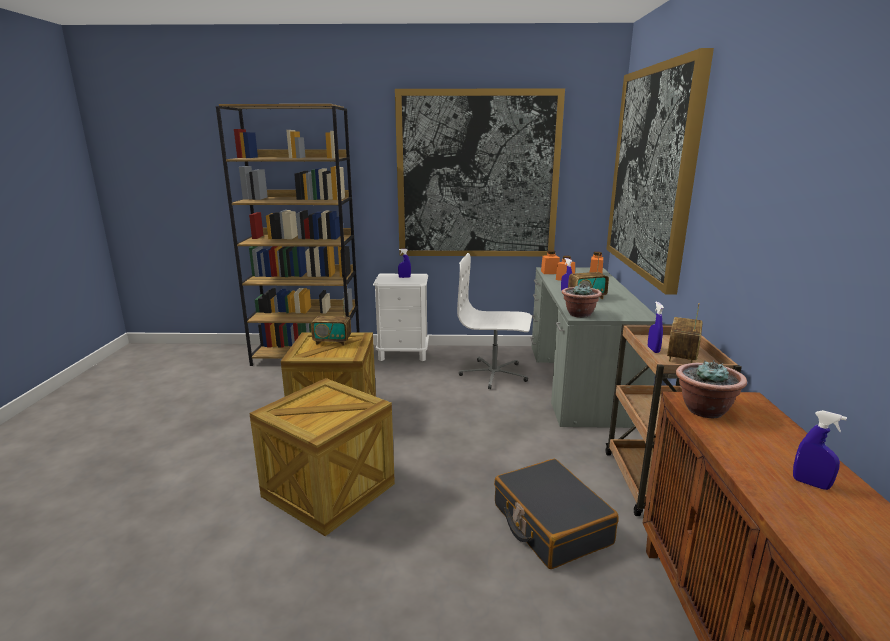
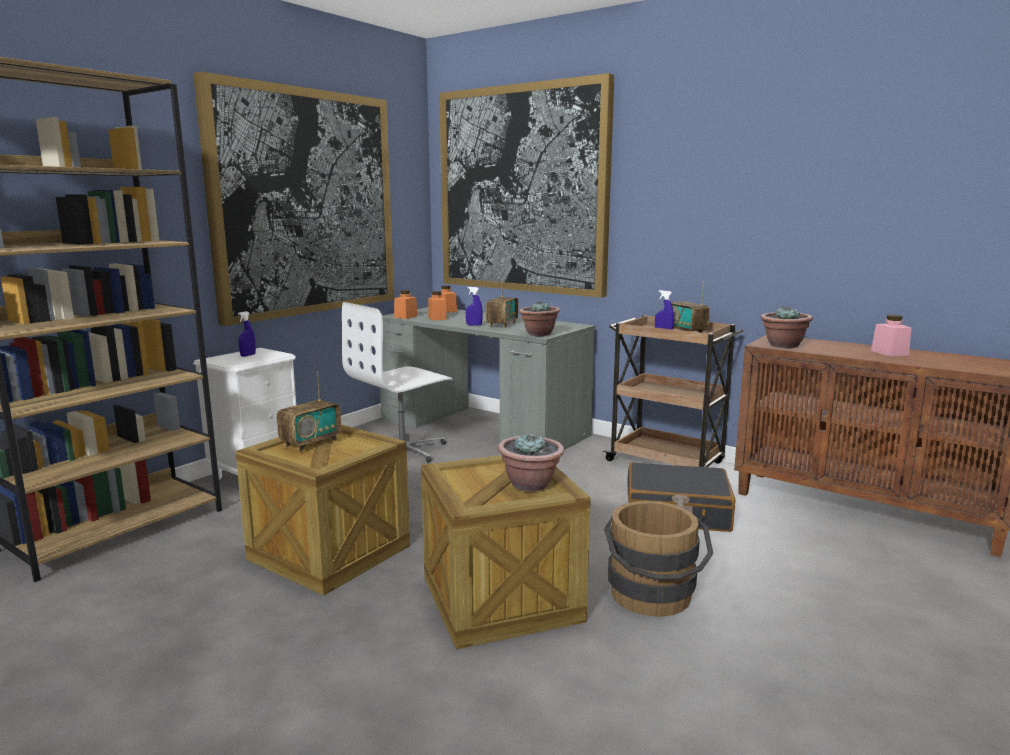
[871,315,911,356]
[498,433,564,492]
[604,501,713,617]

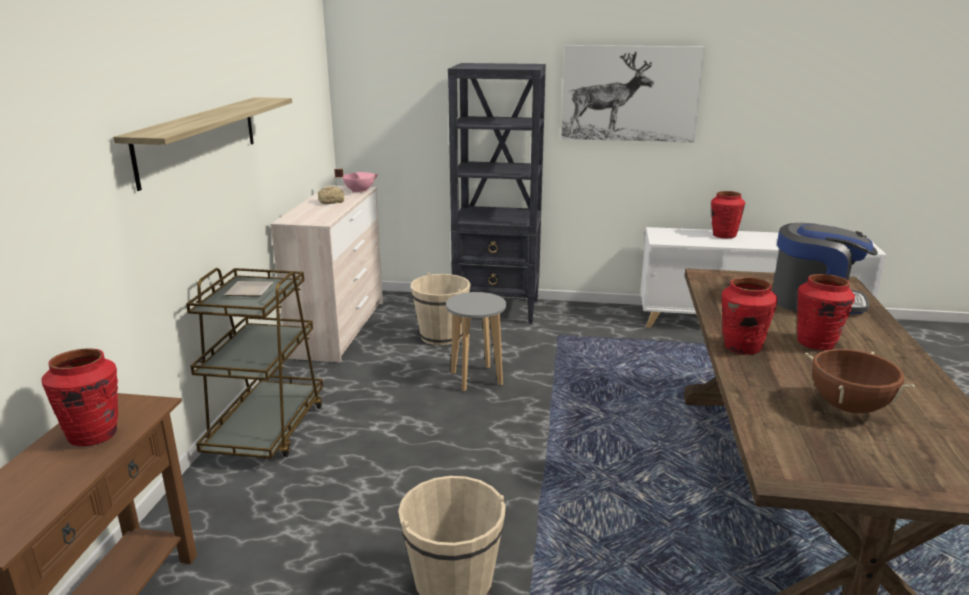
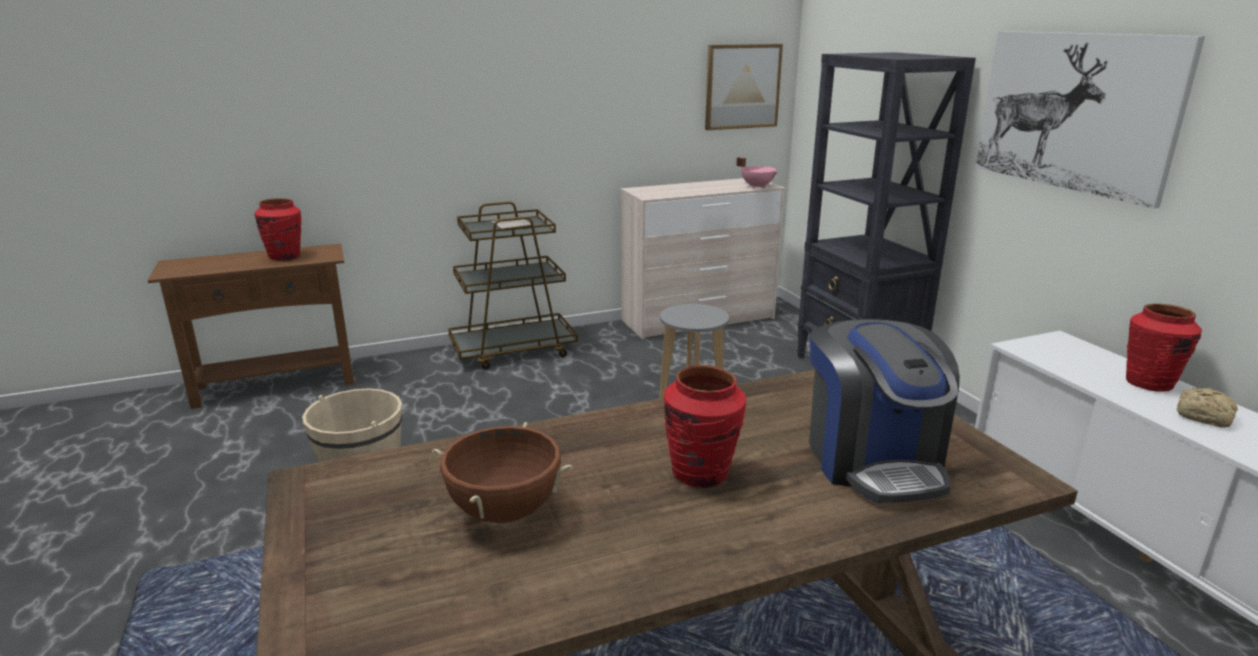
[113,97,292,191] (first image)
[1177,387,1238,428]
[411,272,470,345] (first image)
[721,277,778,354] (first image)
[705,44,783,130]

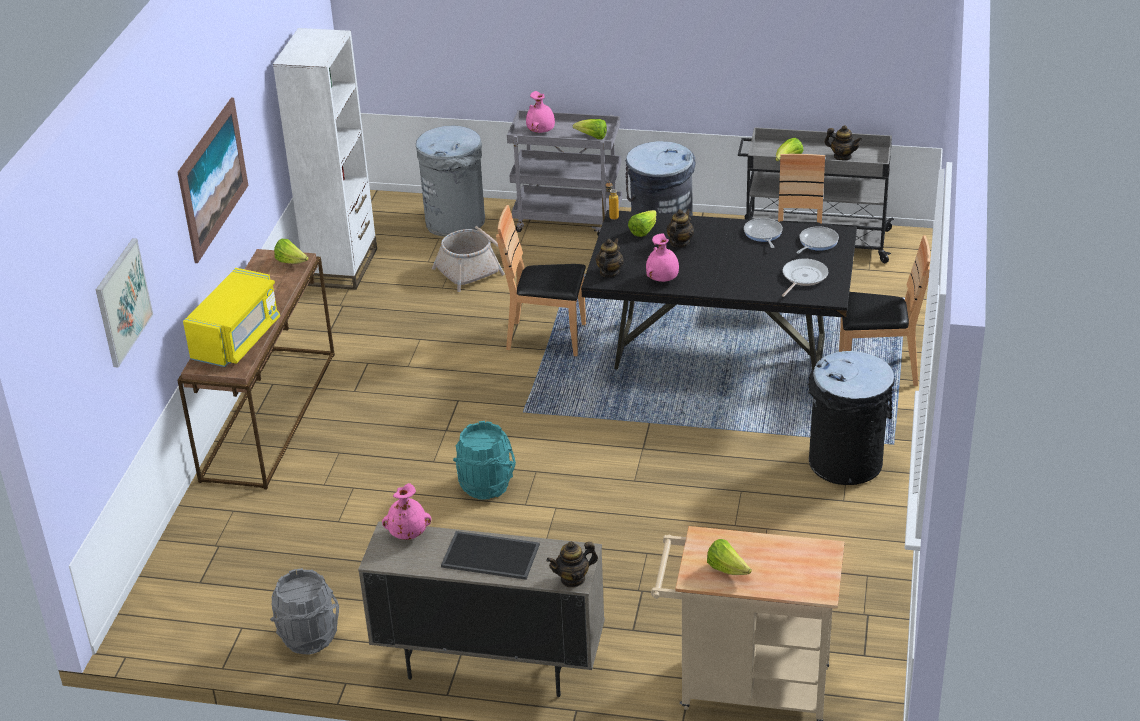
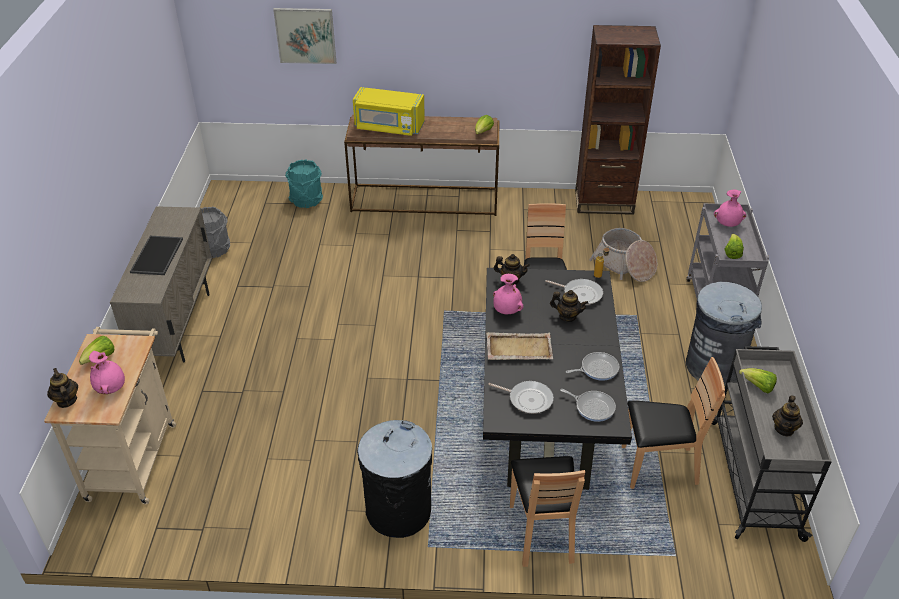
[177,98,248,263] (first image)
[575,25,661,215]
[89,351,125,394]
[416,125,485,237] (first image)
[285,159,323,208]
[47,368,78,408]
[545,279,603,305]
[487,332,553,360]

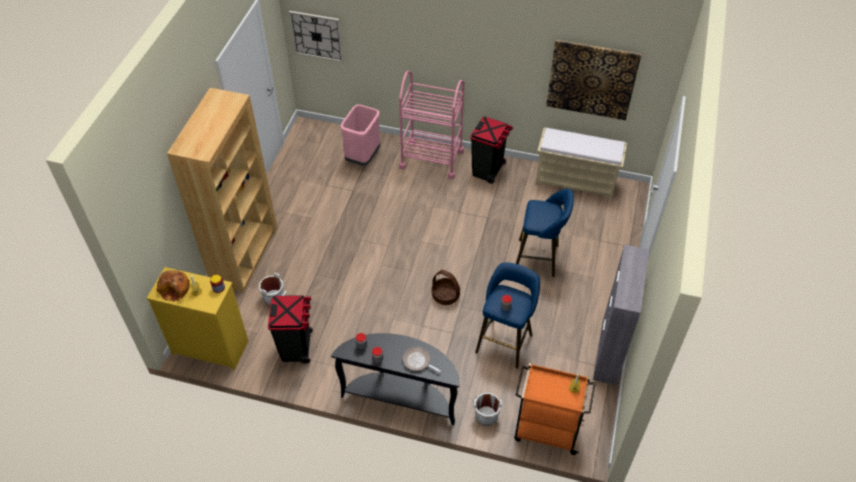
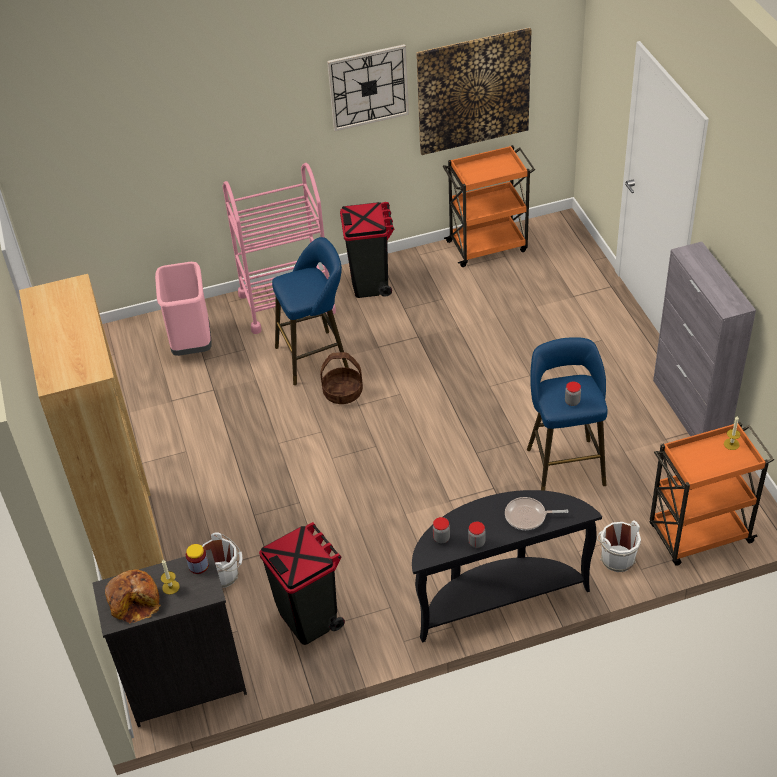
[92,549,247,727]
[327,44,409,131]
[320,352,363,404]
[272,237,349,385]
[443,145,535,267]

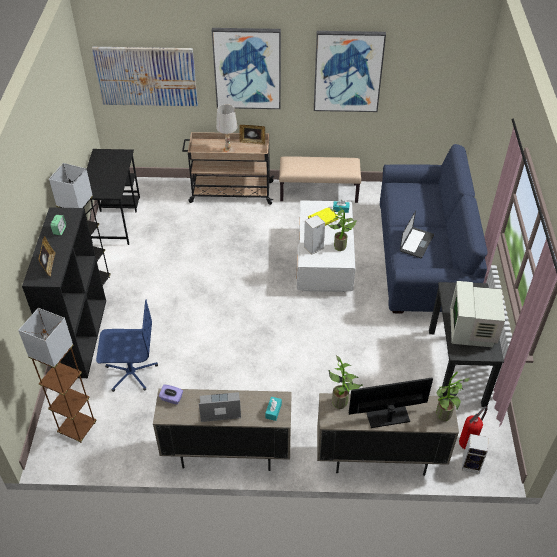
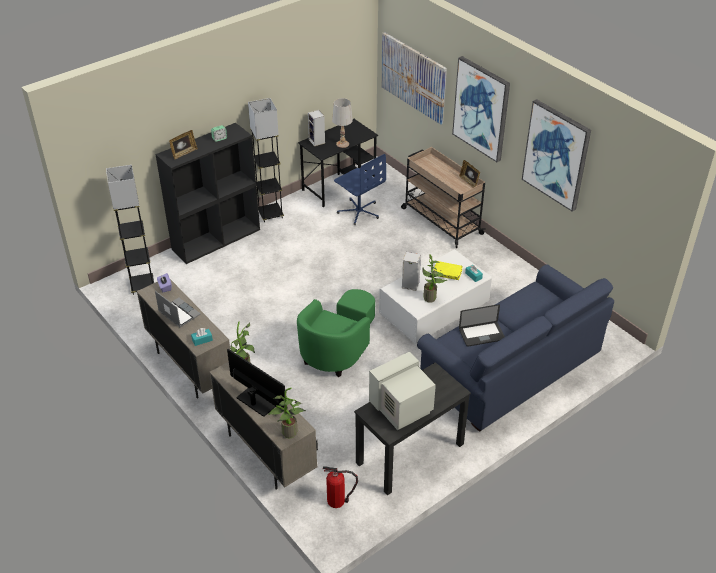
[106,165,154,295]
[334,154,386,225]
[332,98,353,148]
[279,157,361,203] (first image)
[308,110,325,146]
[297,289,375,377]

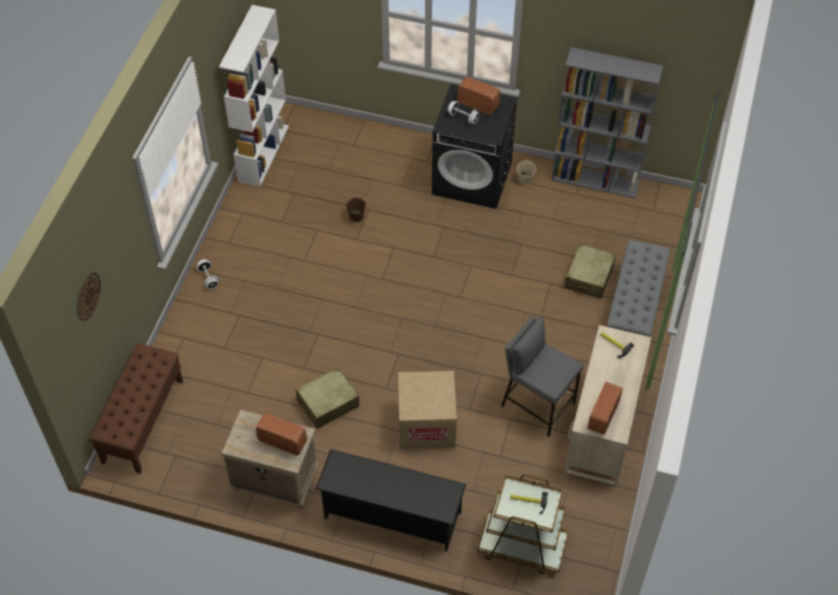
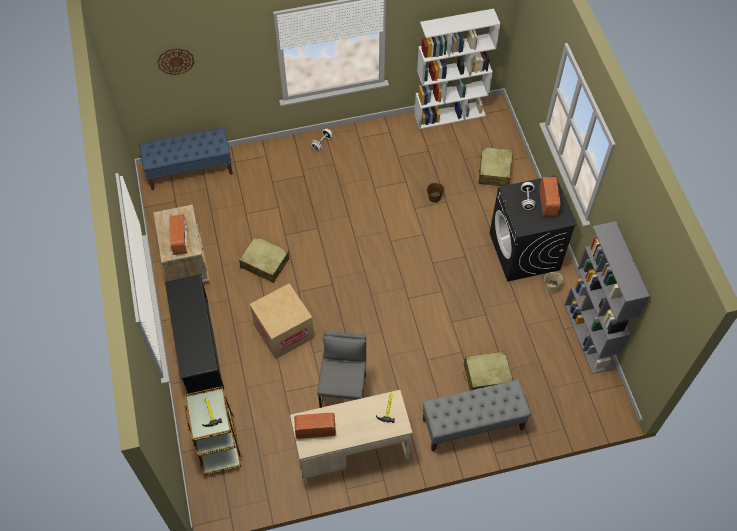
[139,127,233,190]
[479,147,512,186]

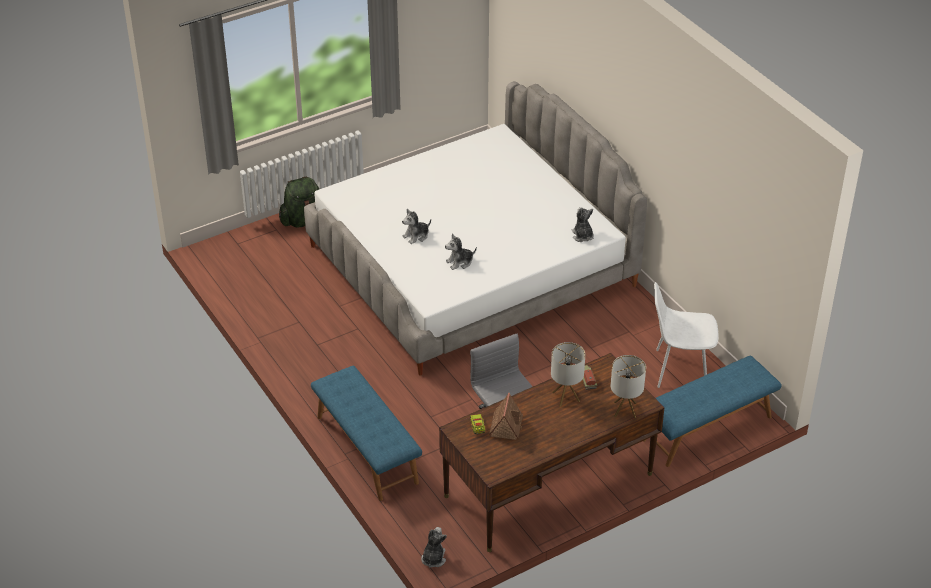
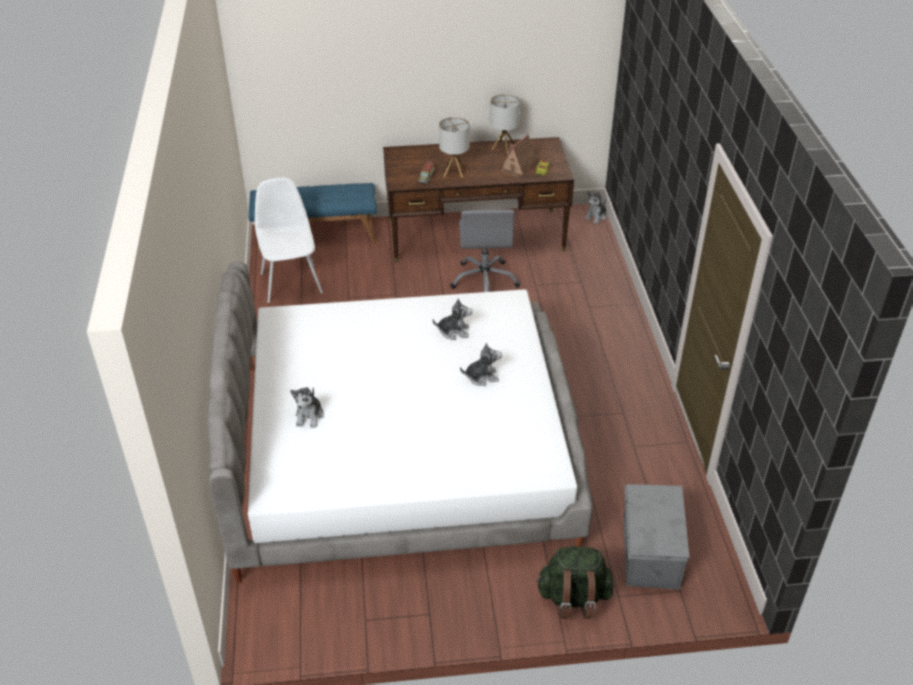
[311,366,422,501] (first image)
[290,387,324,428]
[490,94,520,153]
[255,177,323,303]
[623,484,689,590]

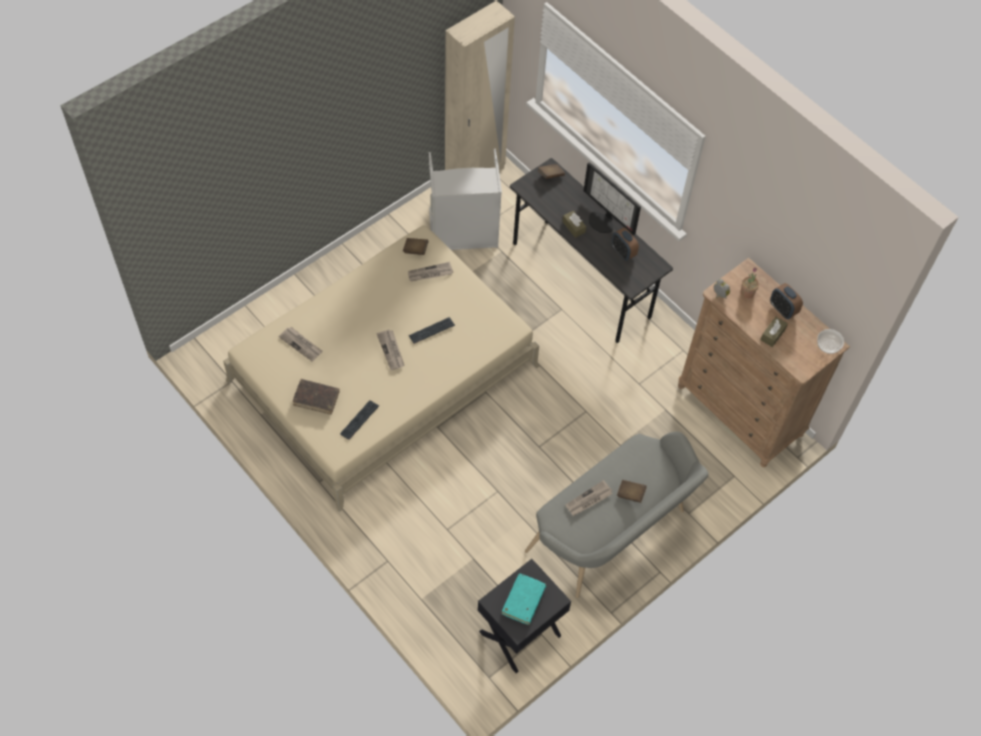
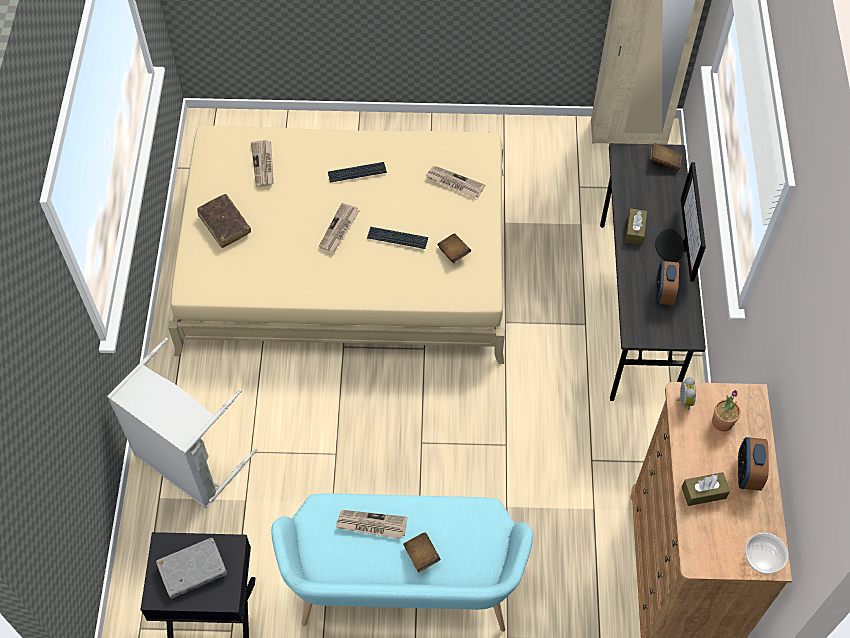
[328,162,387,182]
[437,233,471,263]
[107,338,257,508]
[156,538,227,599]
[271,493,533,632]

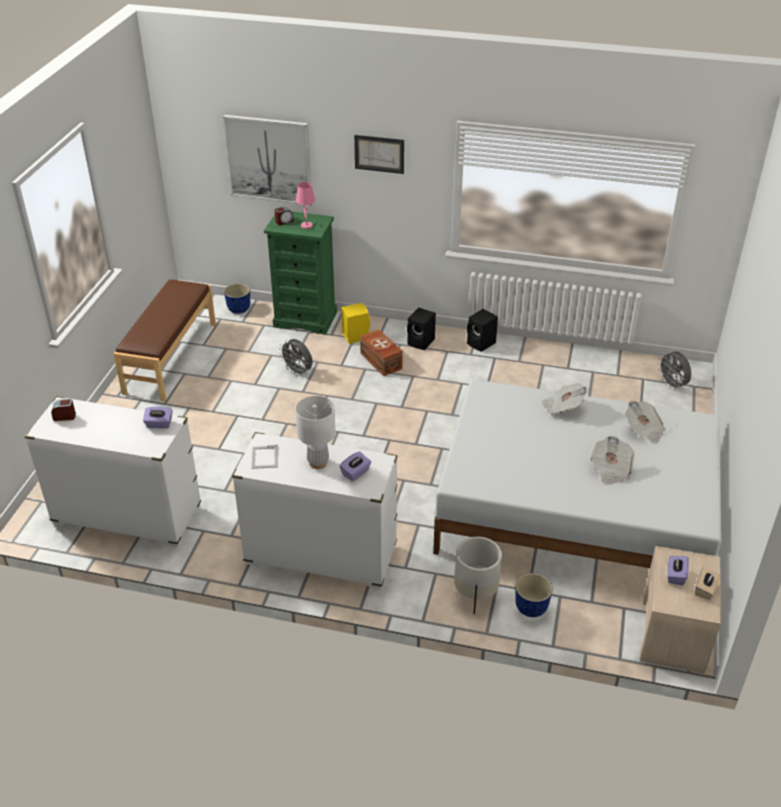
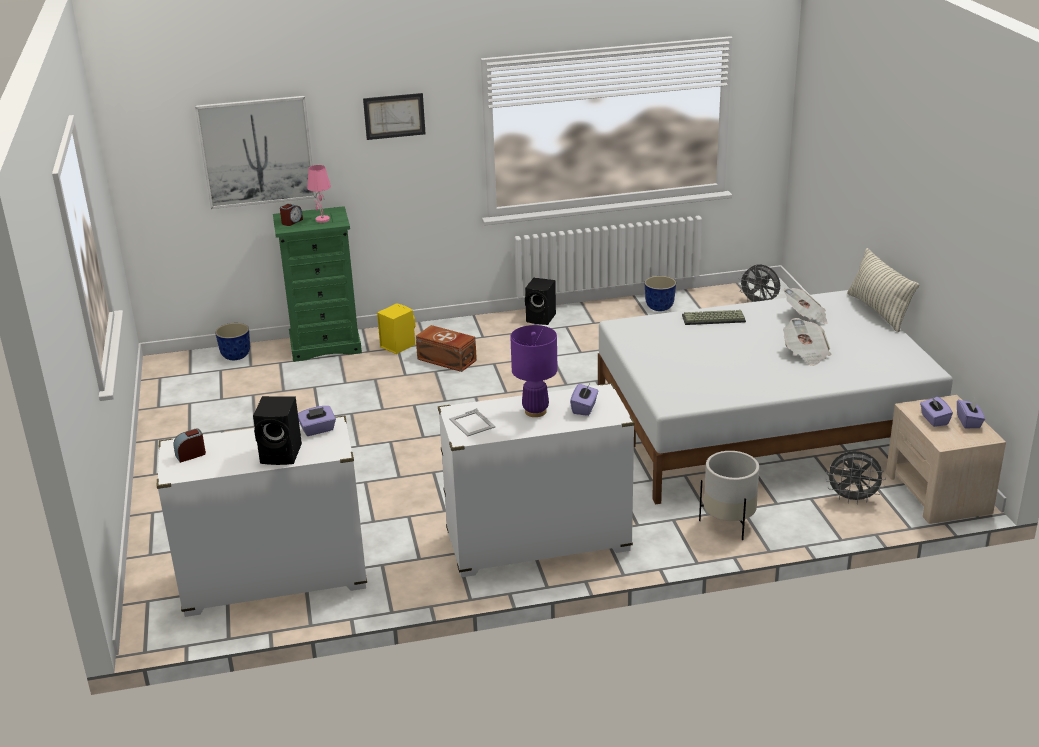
[113,279,216,402] (first image)
[825,451,886,504]
[510,325,558,417]
[253,396,302,465]
[644,276,676,311]
[682,310,746,325]
[957,397,985,428]
[847,248,919,332]

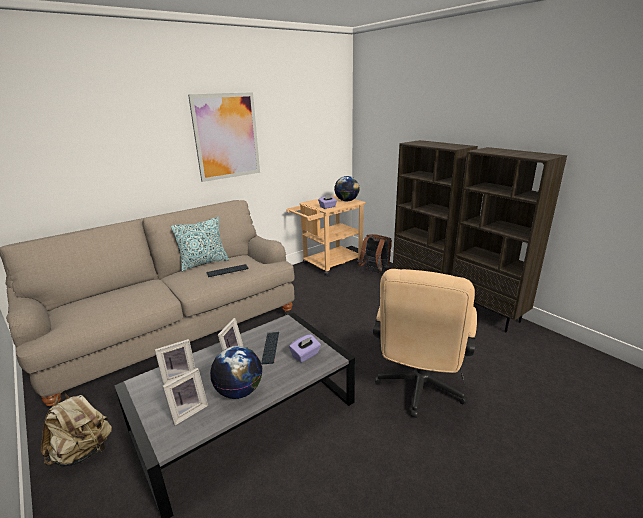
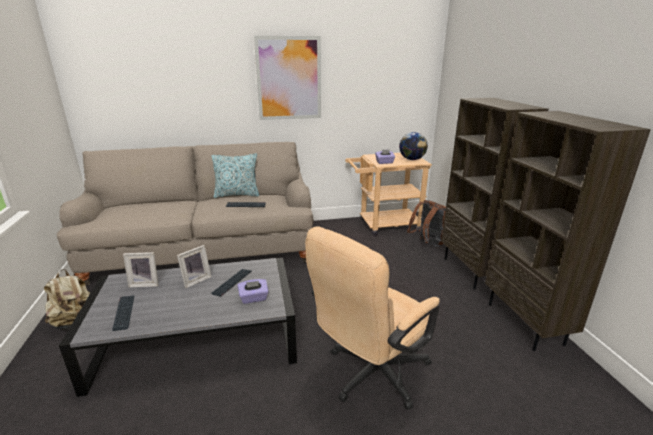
[112,295,135,331]
[210,346,262,399] (first image)

